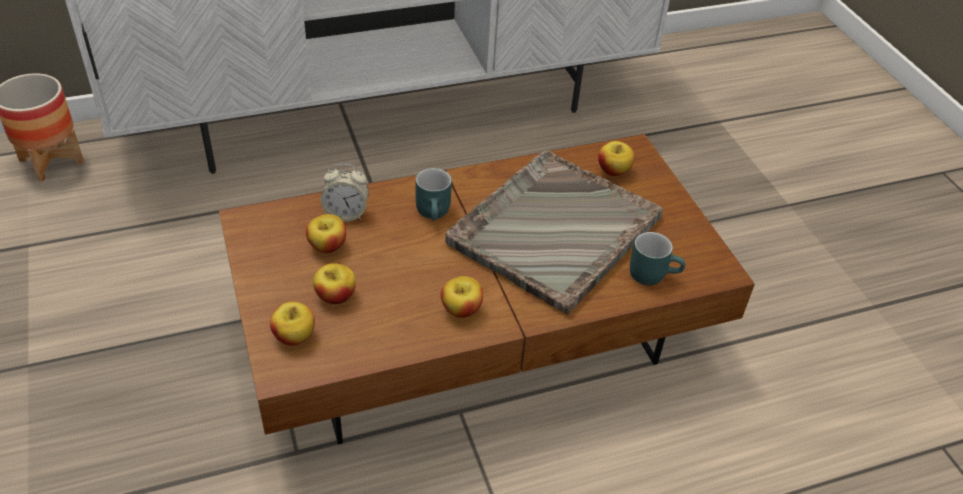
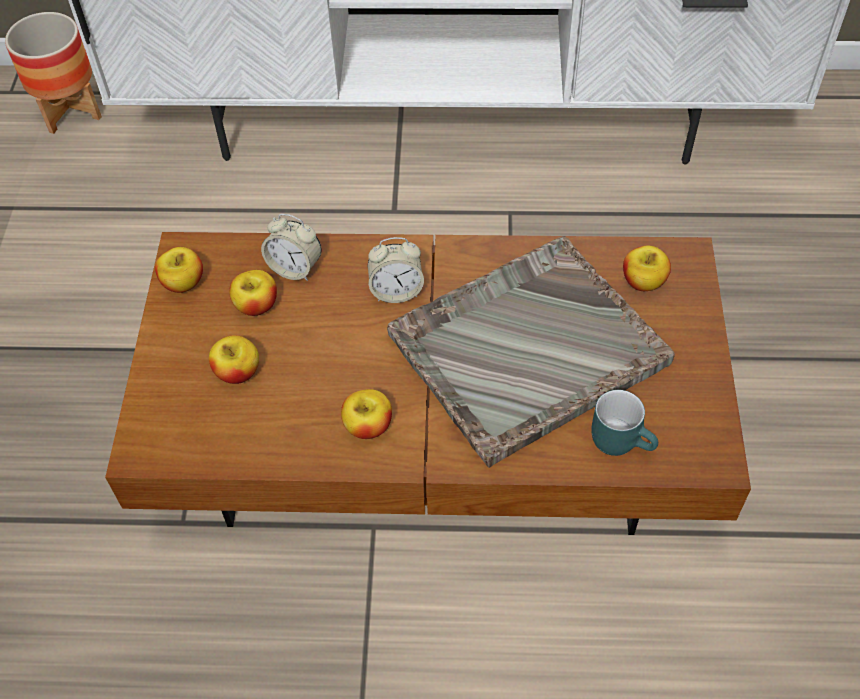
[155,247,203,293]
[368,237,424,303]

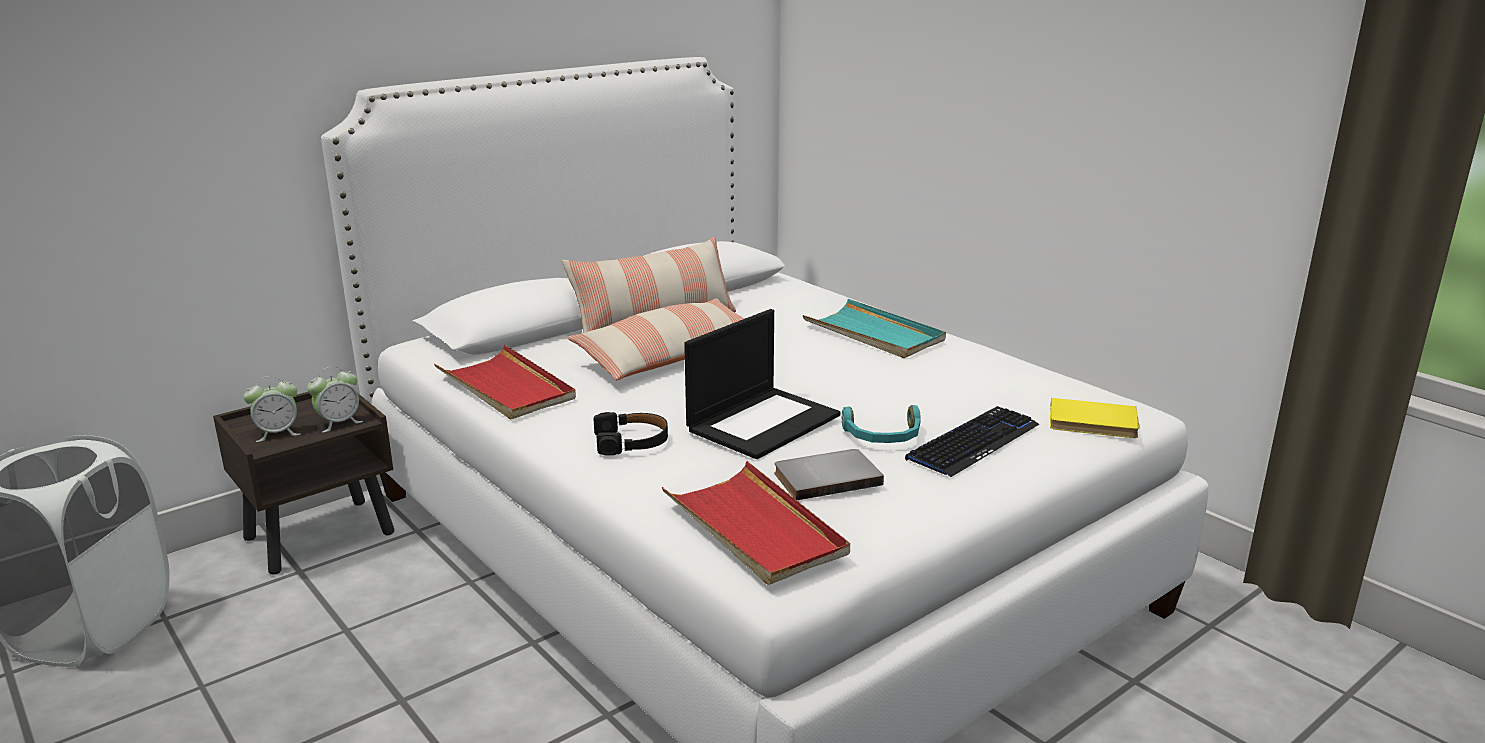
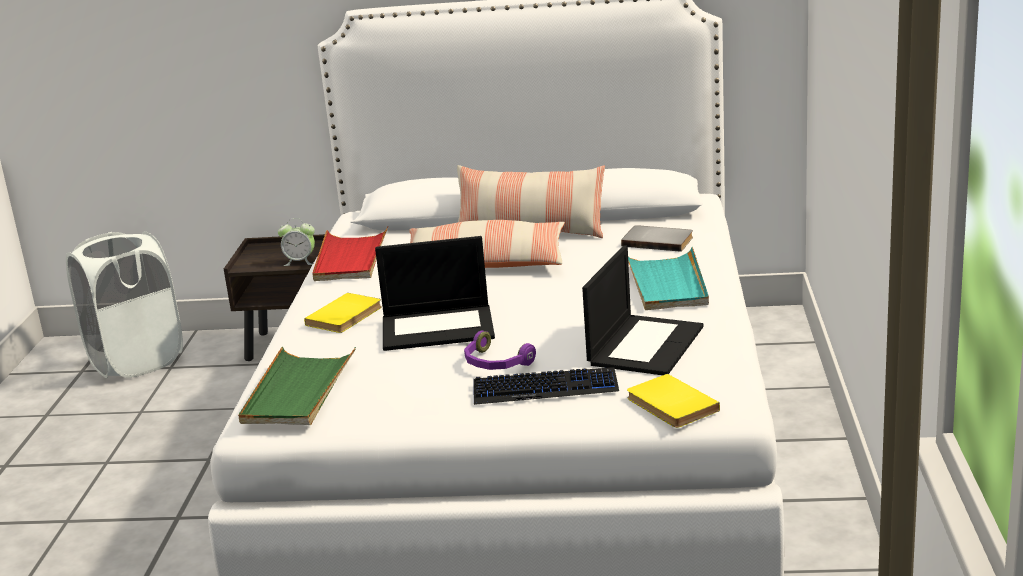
[243,376,301,442] (first image)
[304,293,382,333]
[238,347,356,425]
[621,225,693,252]
[464,331,536,370]
[582,245,703,375]

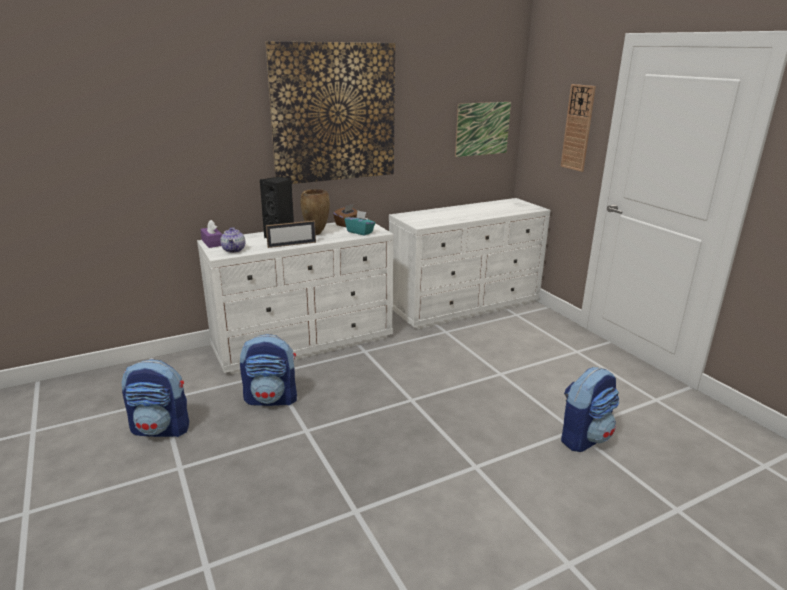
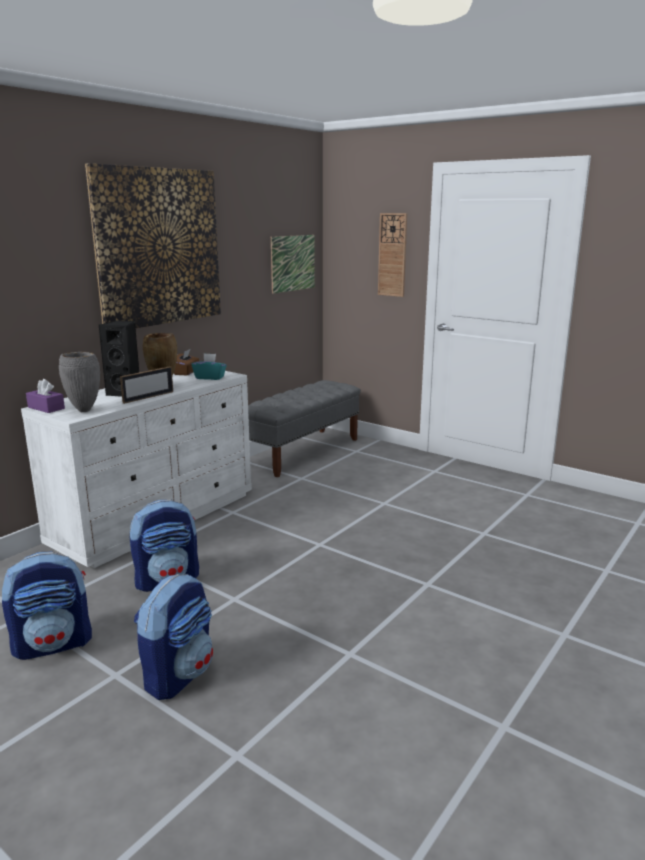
[59,352,100,412]
[248,380,361,478]
[134,574,213,700]

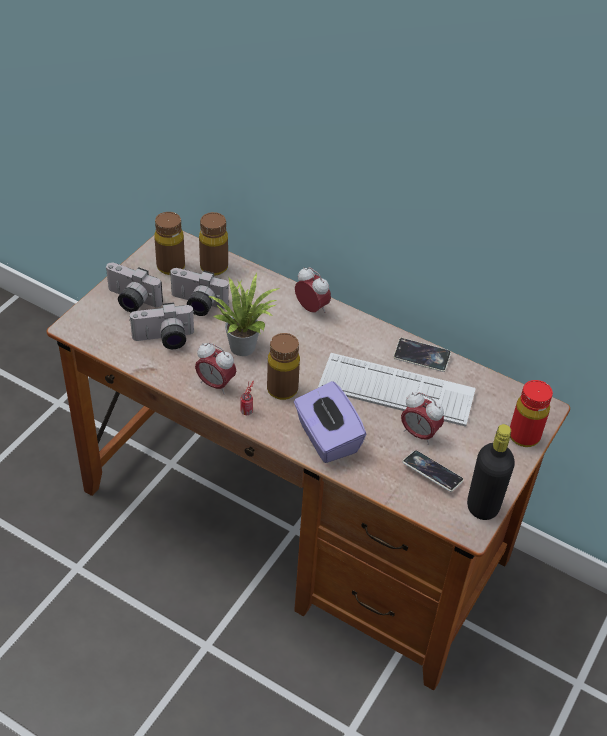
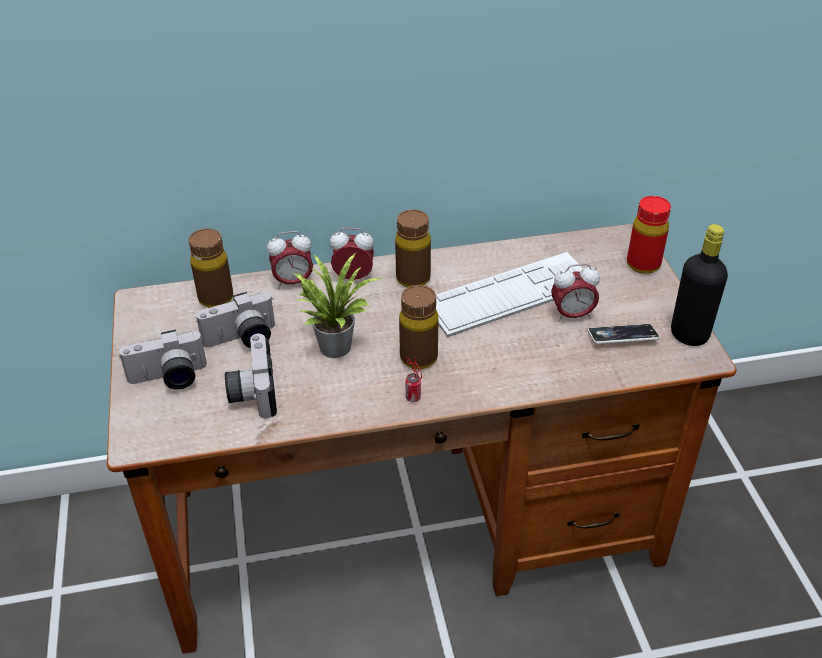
[225,334,277,419]
[395,210,431,288]
[267,231,313,289]
[294,381,367,463] (first image)
[393,338,451,372] (first image)

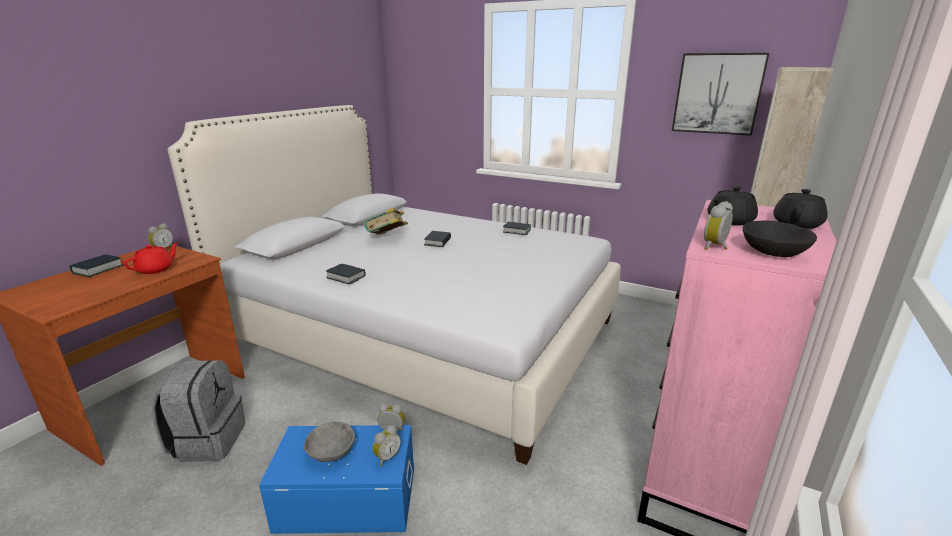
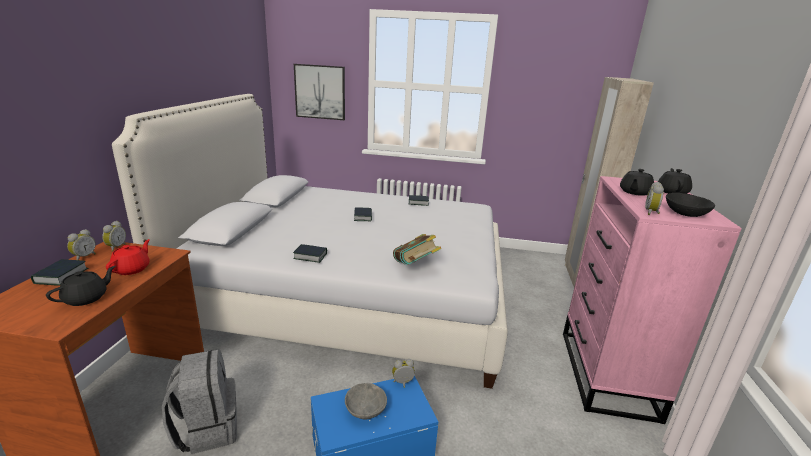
[393,234,441,265]
[67,229,96,260]
[294,64,345,120]
[46,266,116,306]

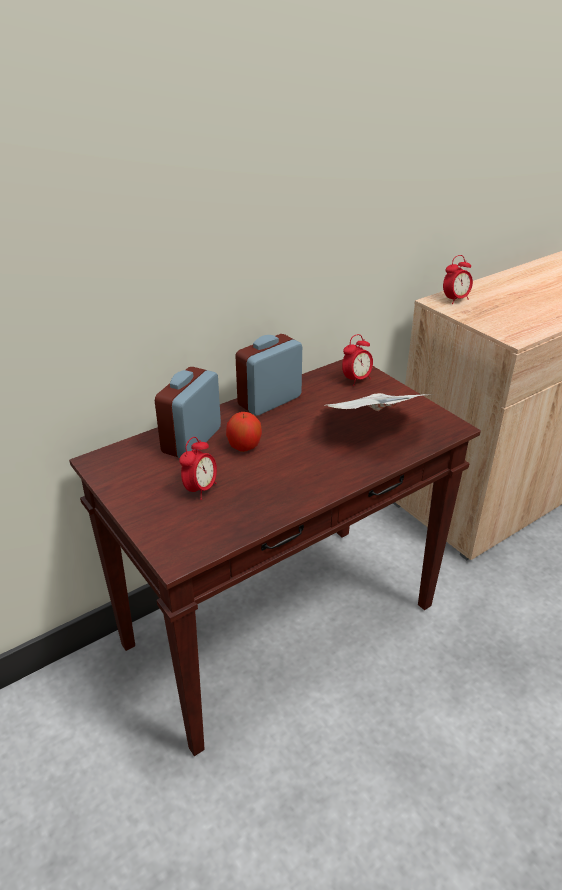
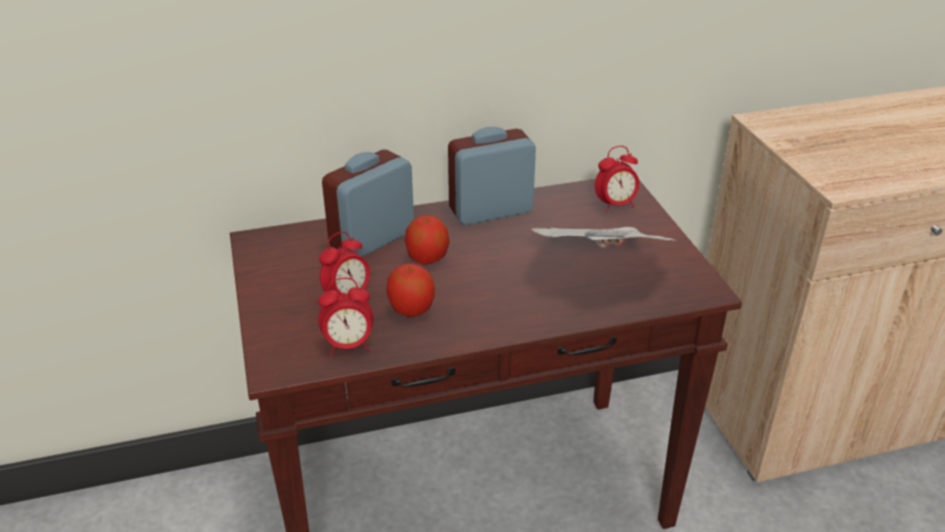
[318,278,373,355]
[386,263,435,317]

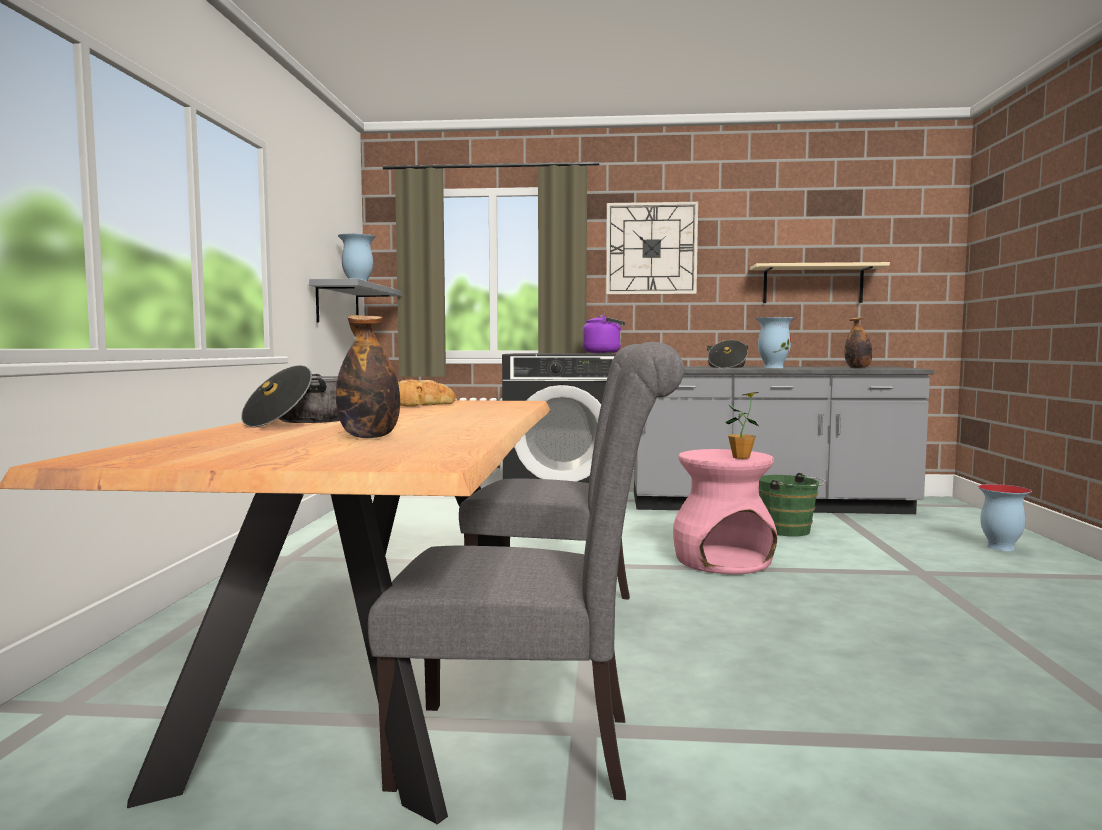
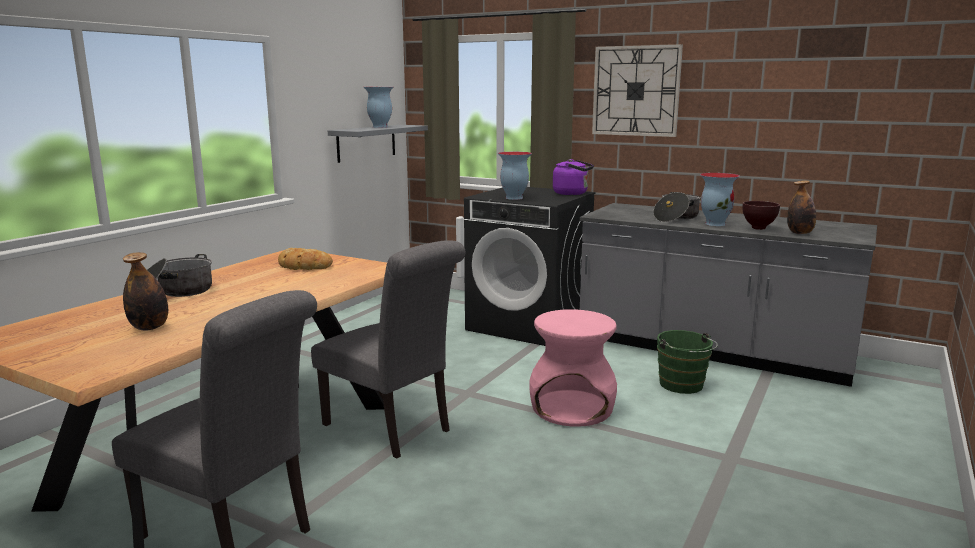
[725,392,759,459] (first image)
[750,262,890,303] (first image)
[498,152,532,200]
[743,201,780,230]

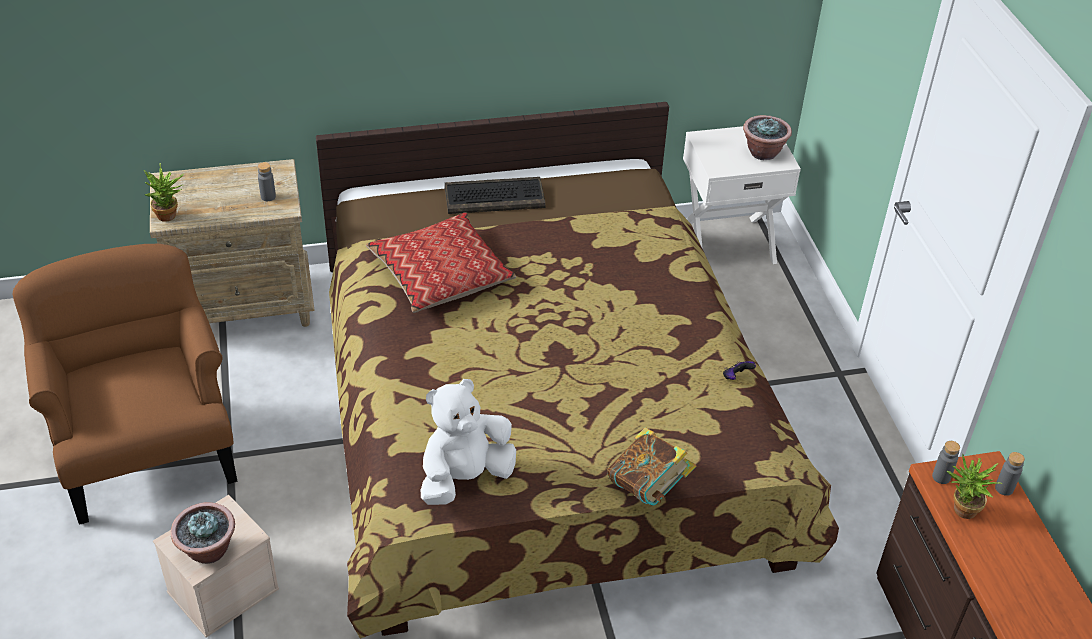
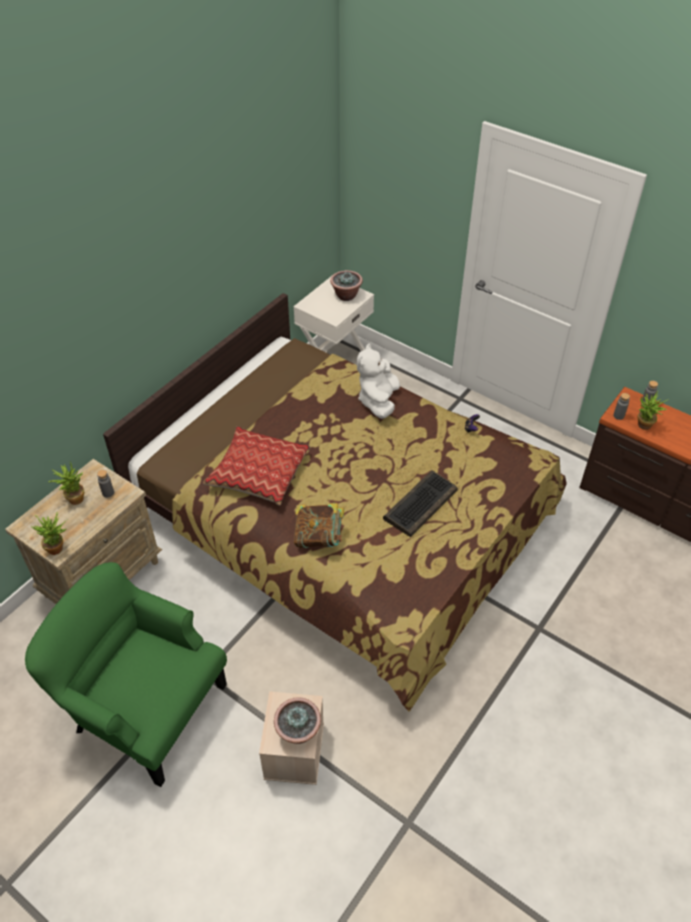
[25,562,227,787]
[357,344,400,419]
[383,470,458,537]
[294,503,344,548]
[48,462,84,505]

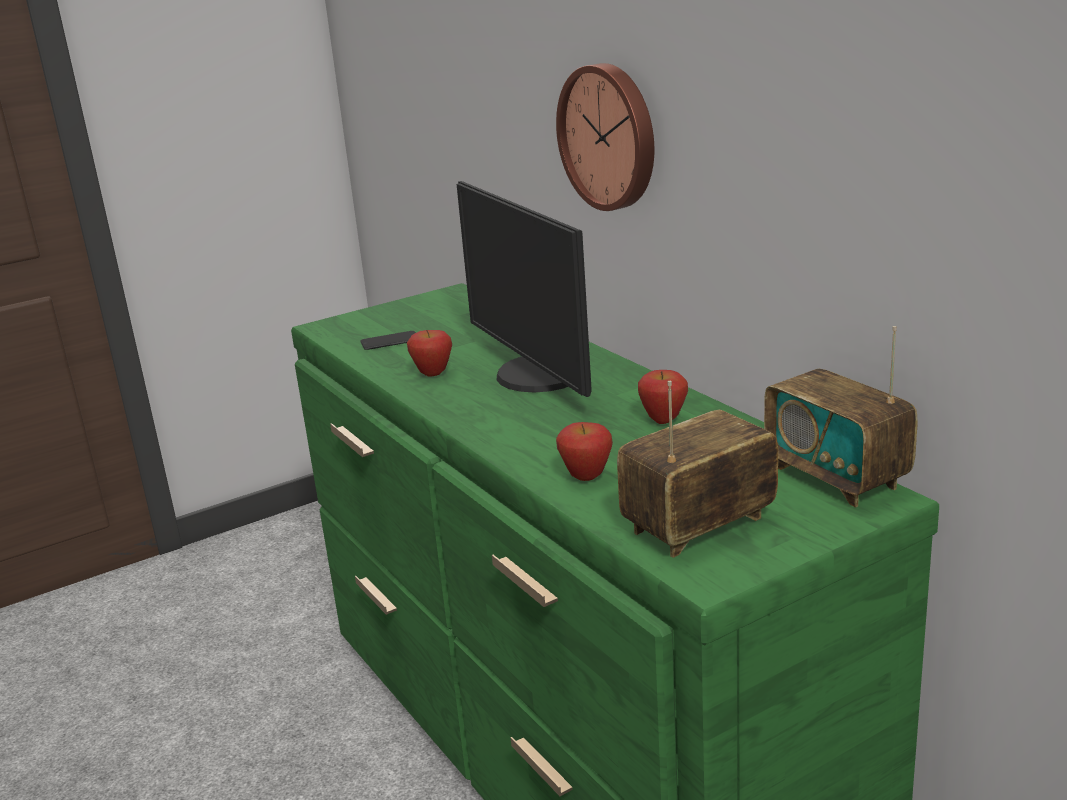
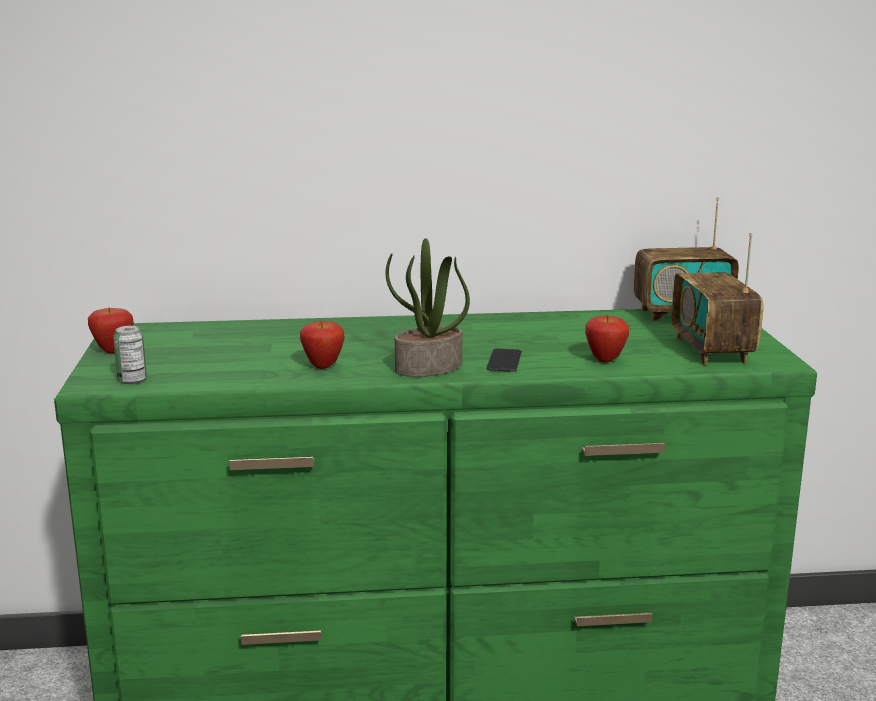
[487,349,522,372]
[457,181,592,397] (first image)
[556,63,654,211] (first image)
[88,307,134,354]
[113,326,147,384]
[385,238,470,377]

